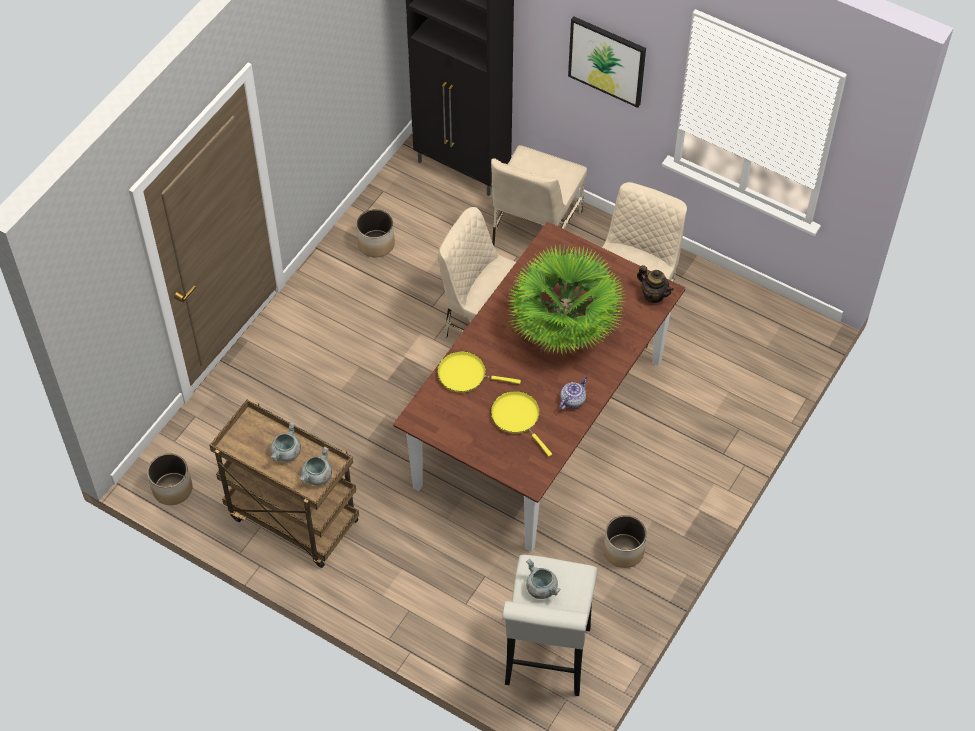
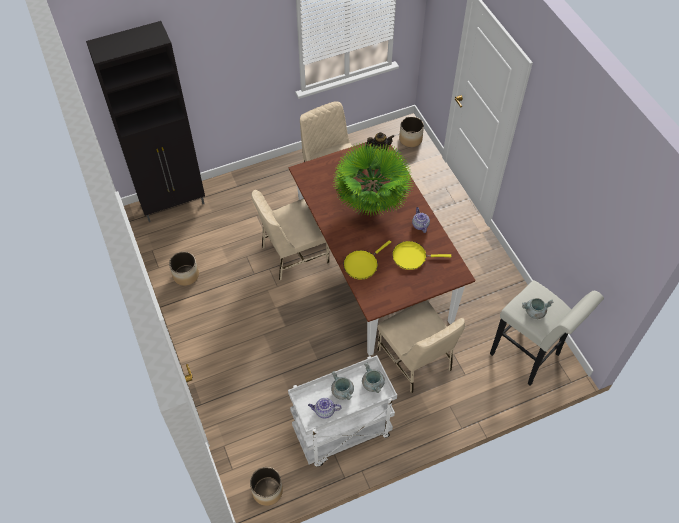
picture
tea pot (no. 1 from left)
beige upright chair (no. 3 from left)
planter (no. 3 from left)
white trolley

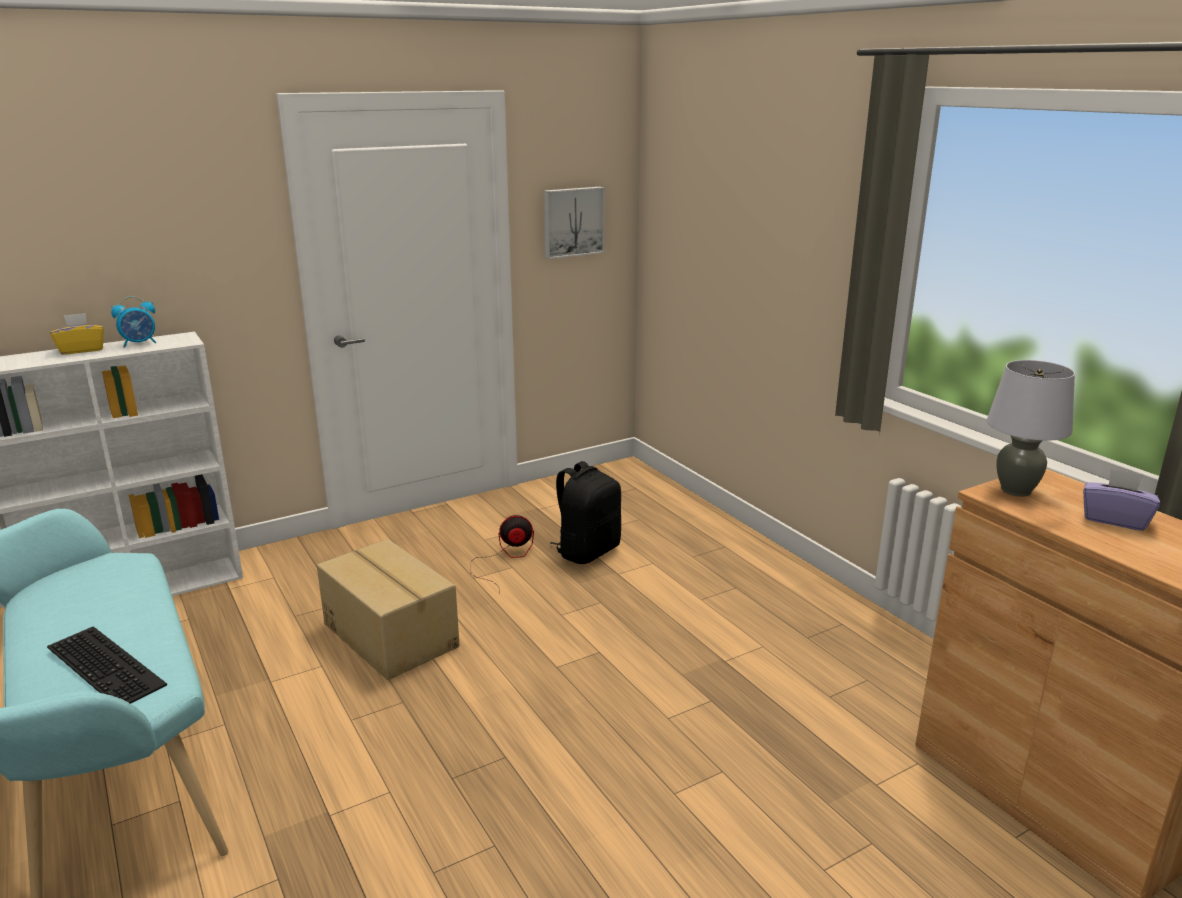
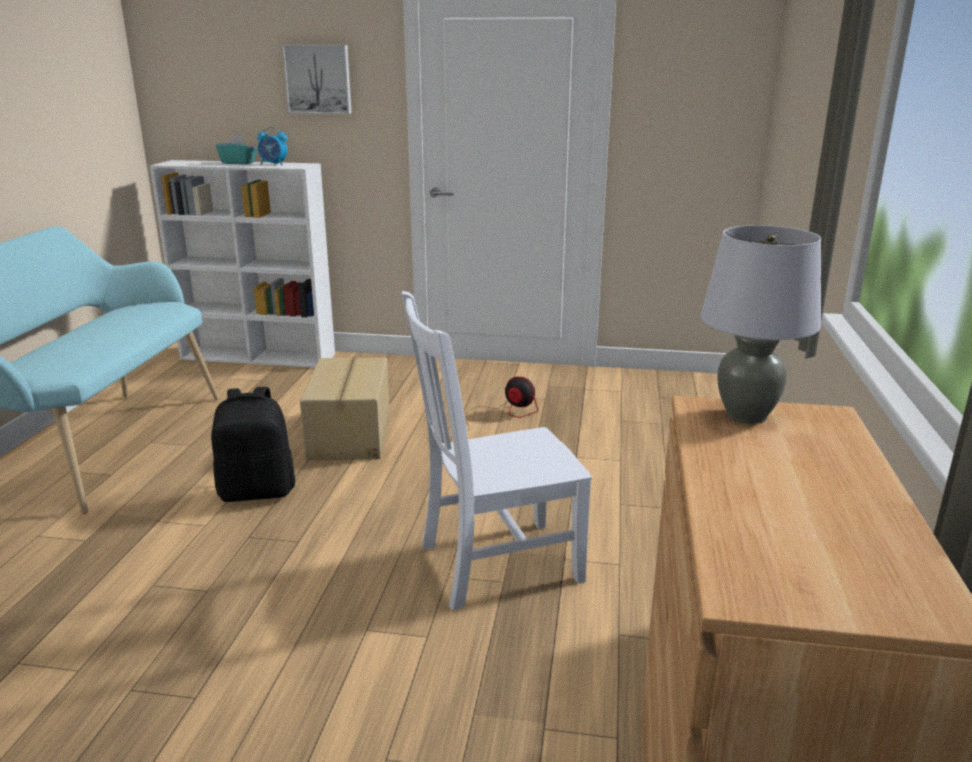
PC keyboard
purple-coloured tissue holder
white upright chair
picture
blackish knapsack
blue-green tissue holder

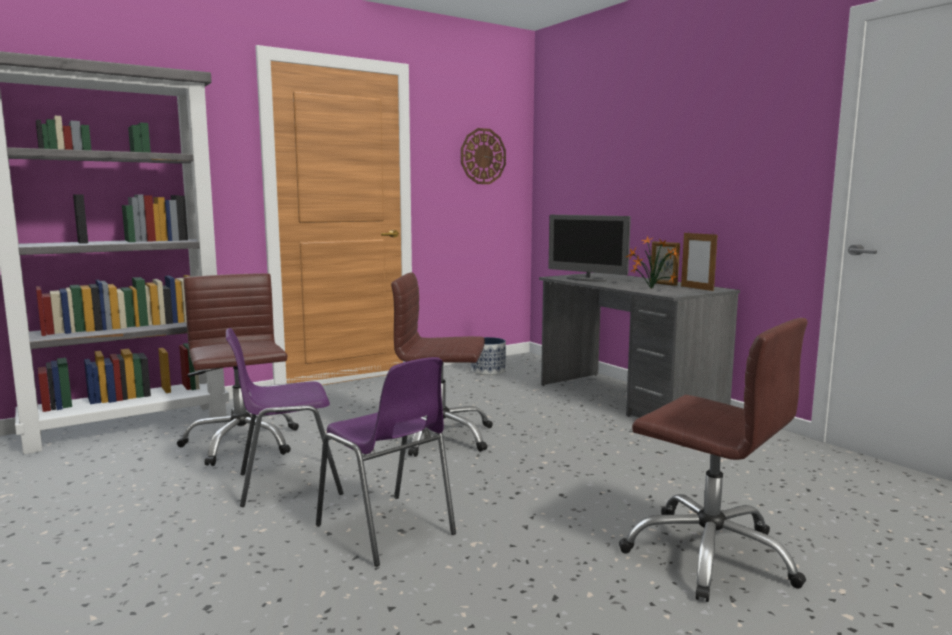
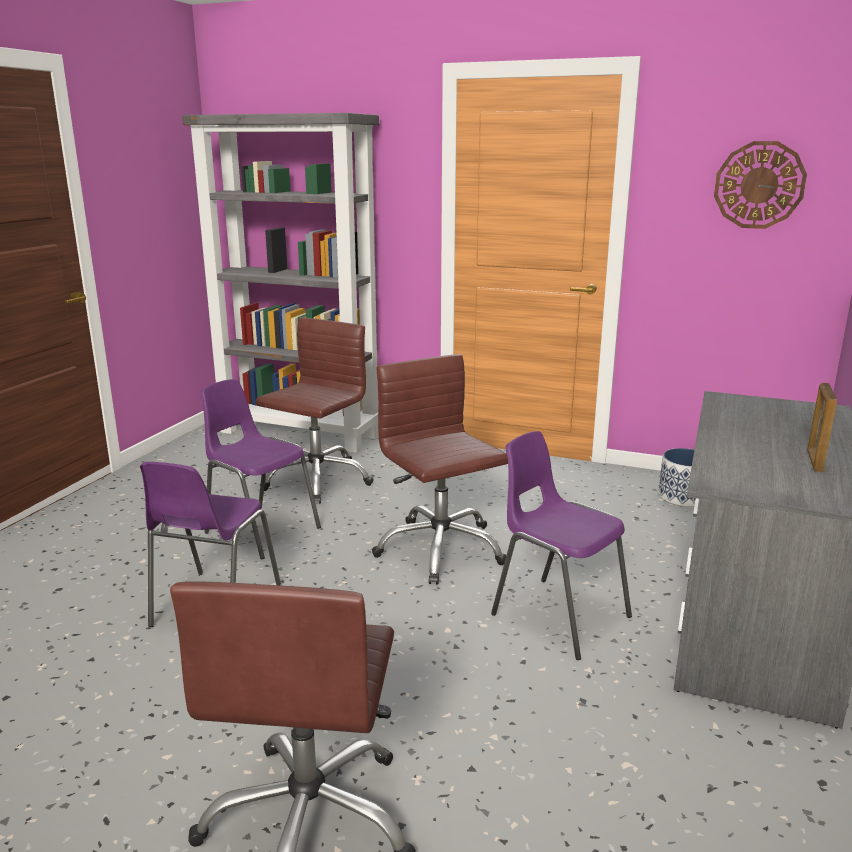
computer display
plant in a pot
picture frame (no. 2 from left in the first image)
purple-coloured upright chair (no. 3 from left)

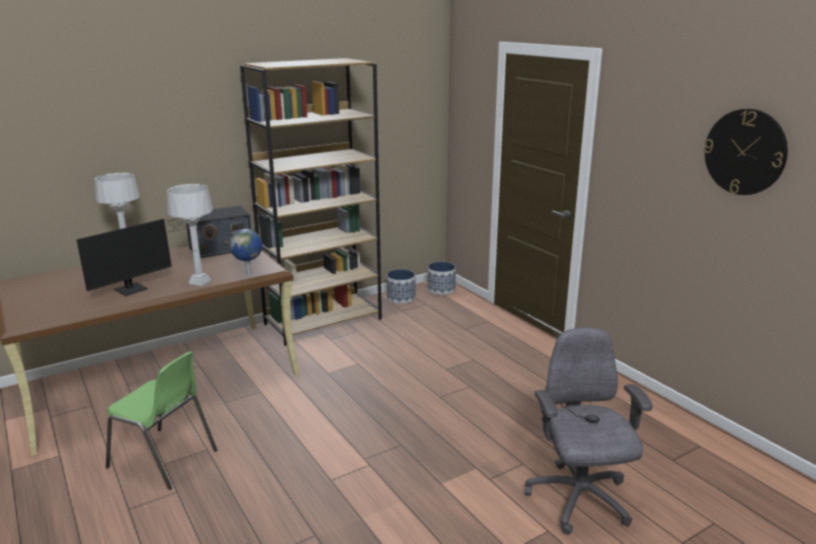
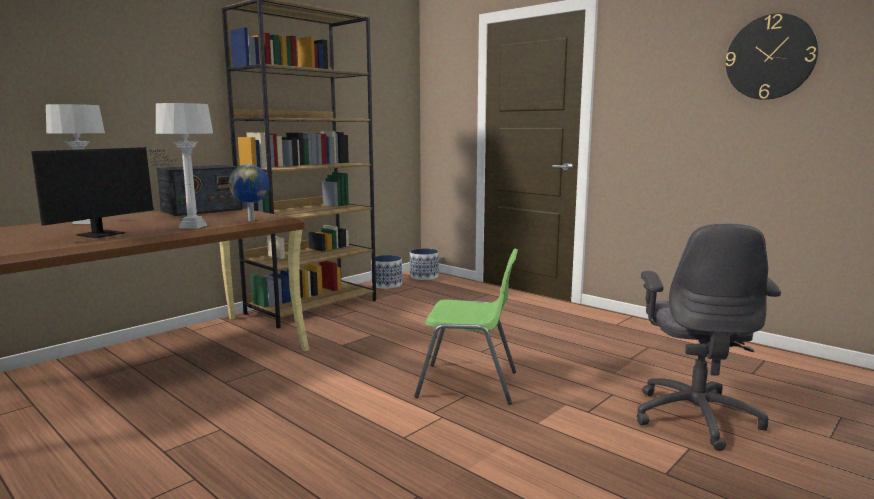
green-coloured upright chair
greyish desk chair

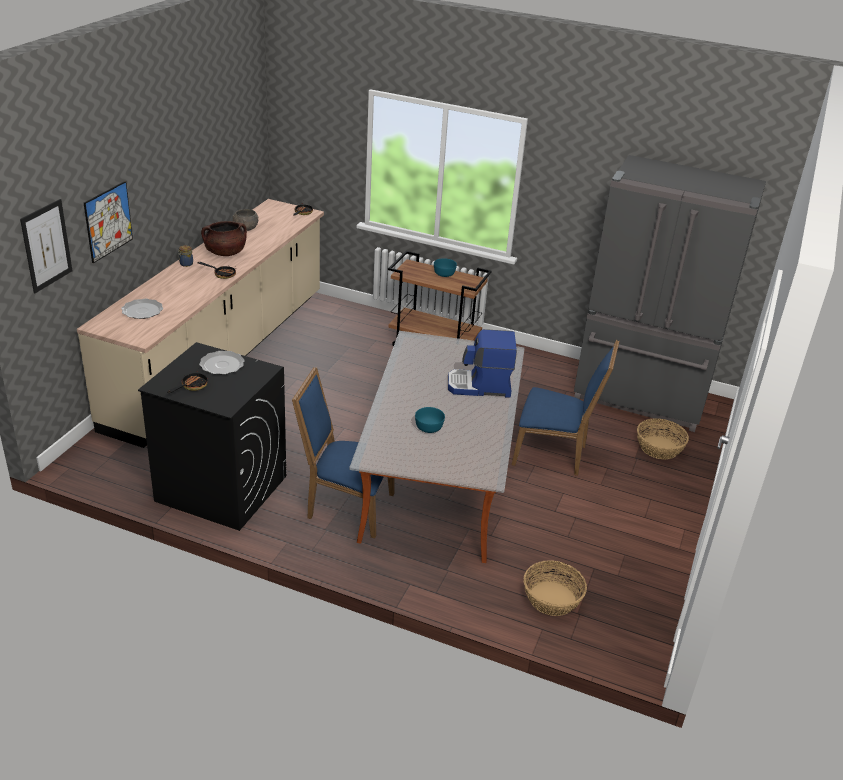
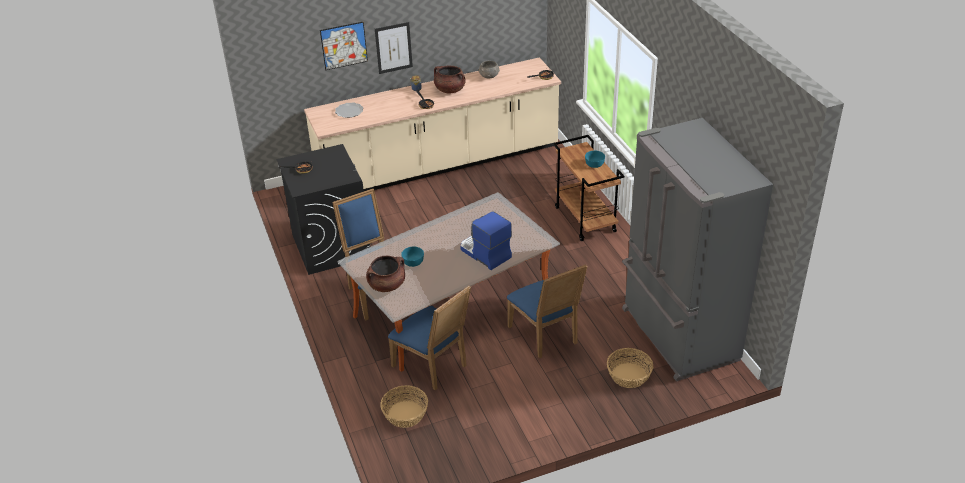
plate (no. 2 from left in the first image)
brown stockpot (no. 1 from left)
blue upright chair (no. 2 from left)
picture (no. 2 from left)

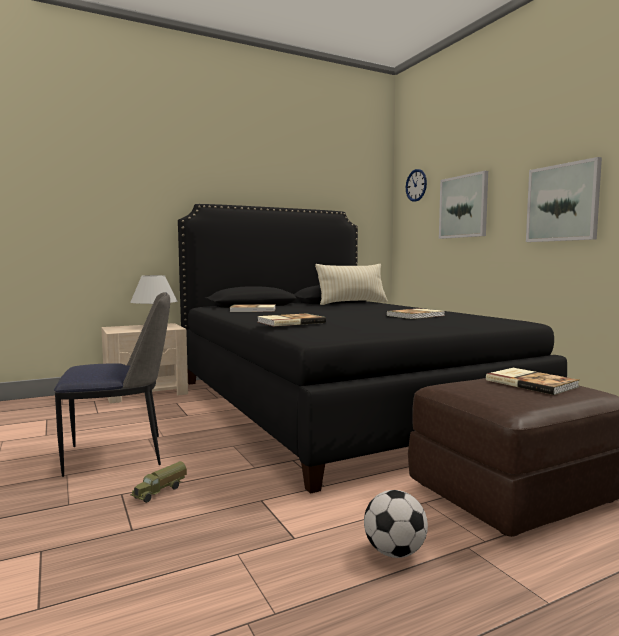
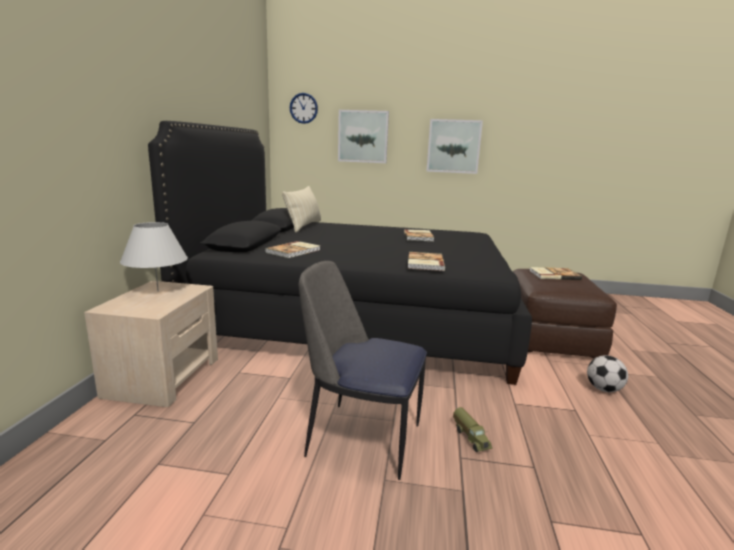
upright chair

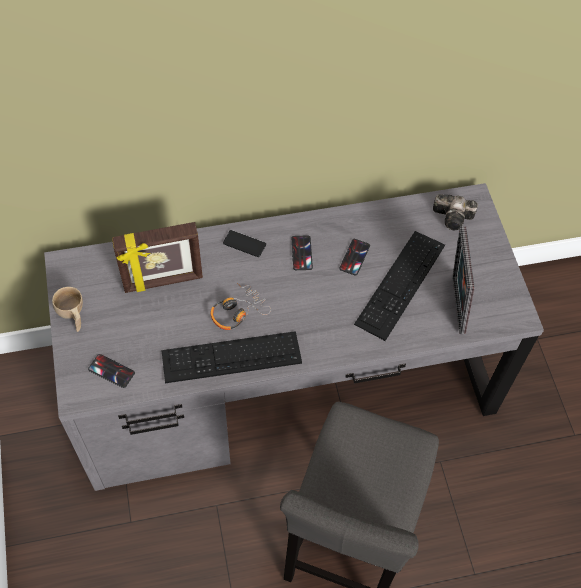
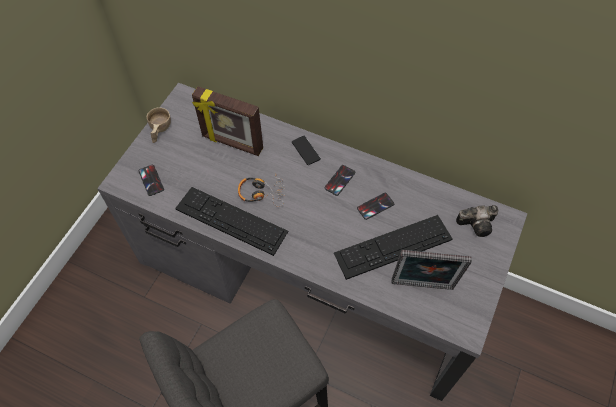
still camera
picture frame (no. 2 from left)

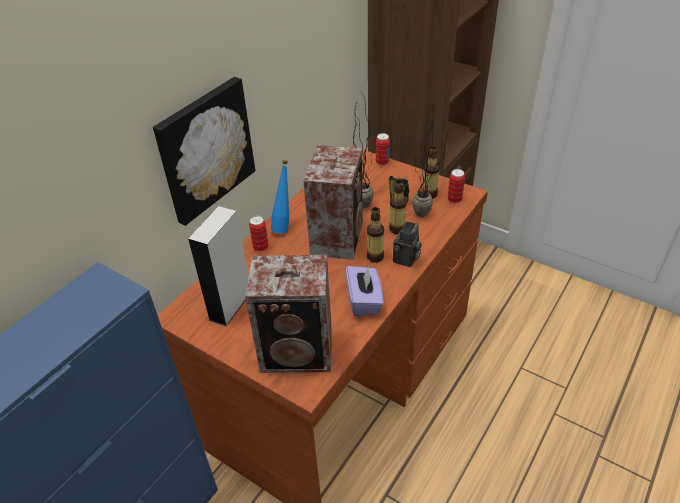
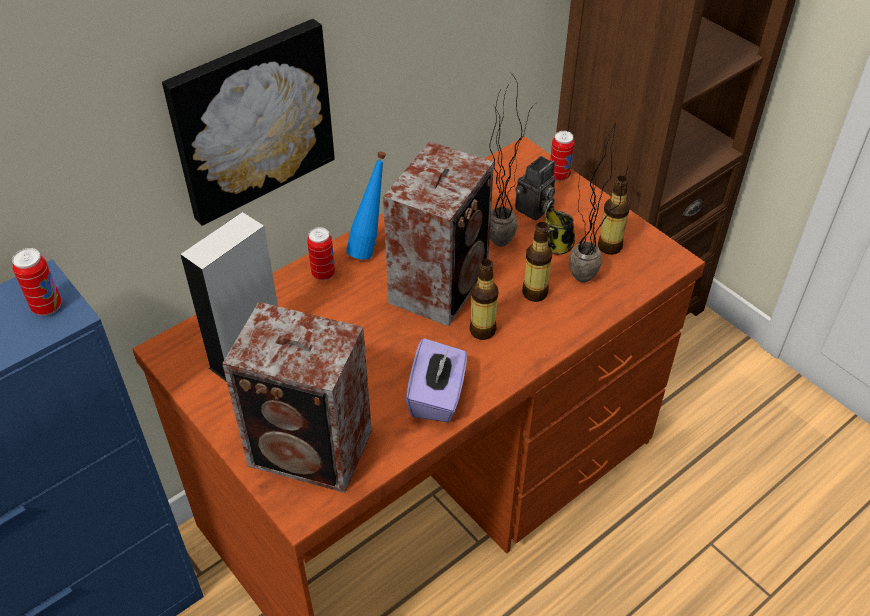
still camera
can (no. 1 from left)

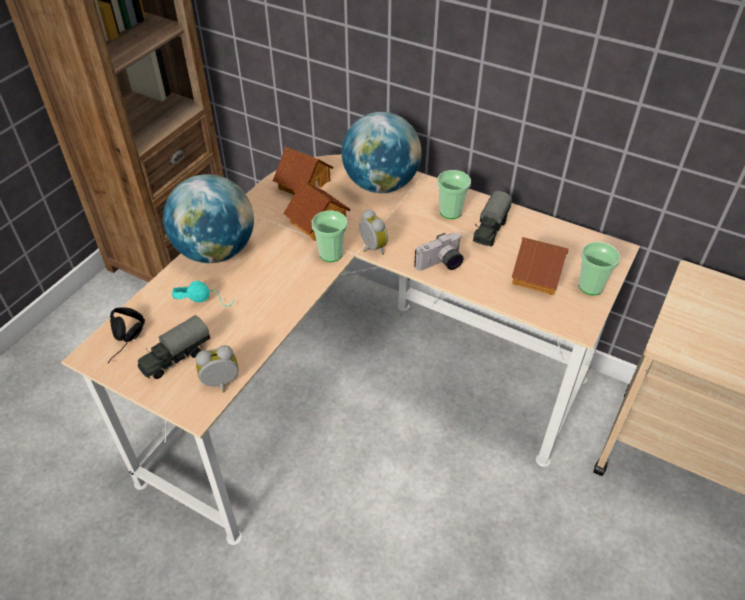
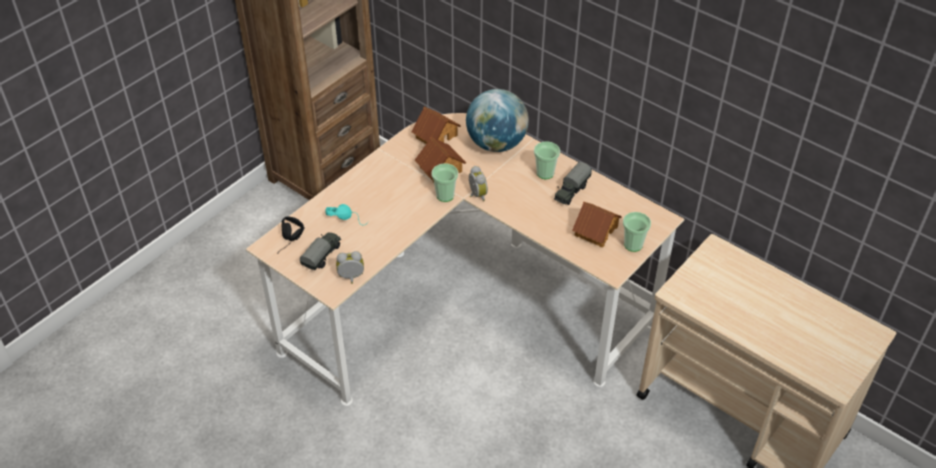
globe (no. 1 from left in the first image)
still camera
model truck (no. 1 from left)

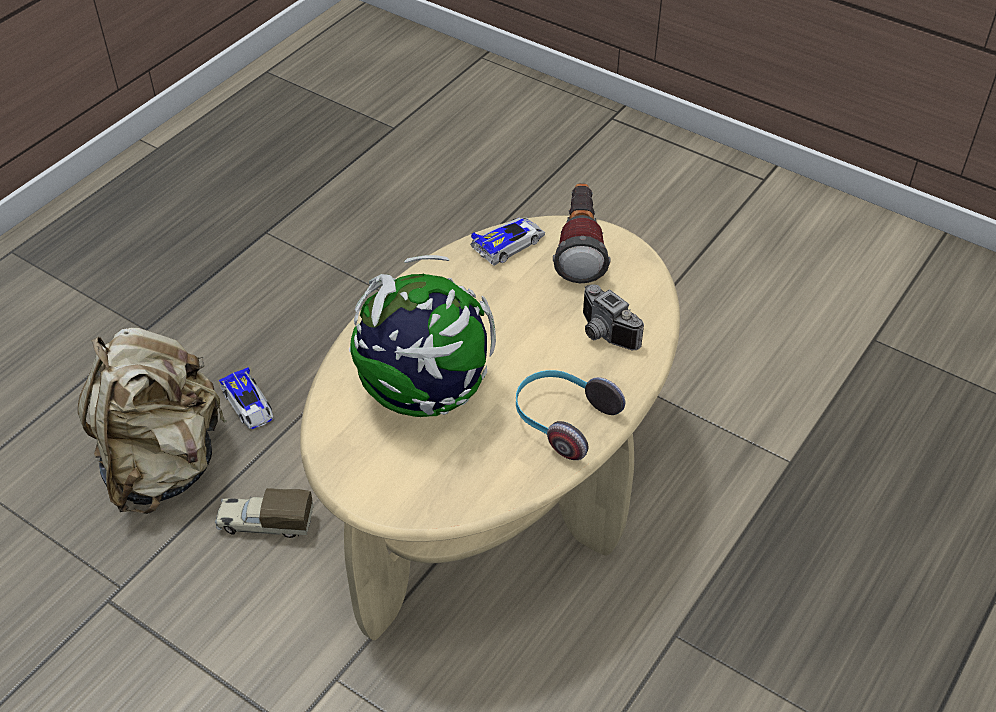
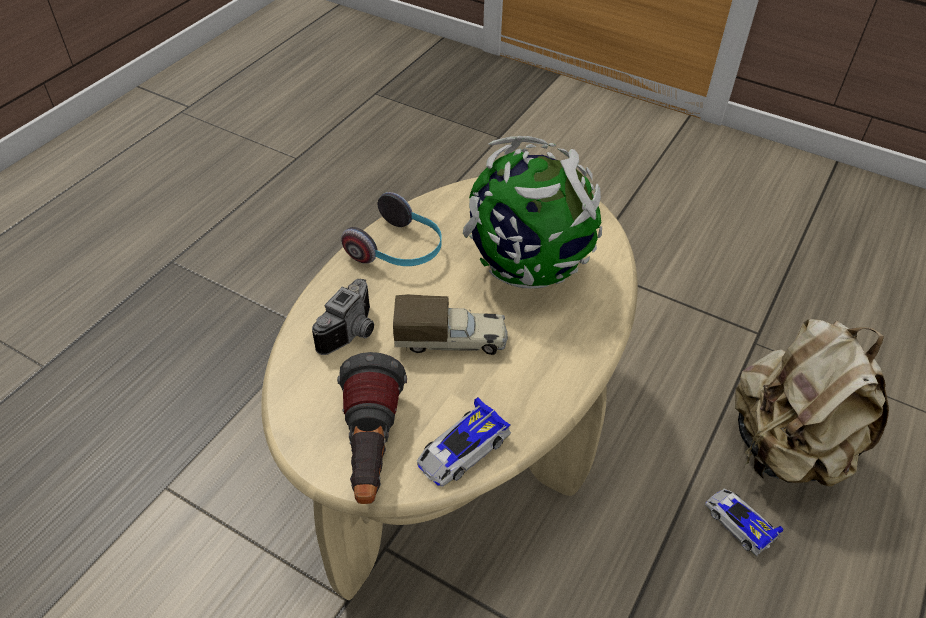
model truck
still camera

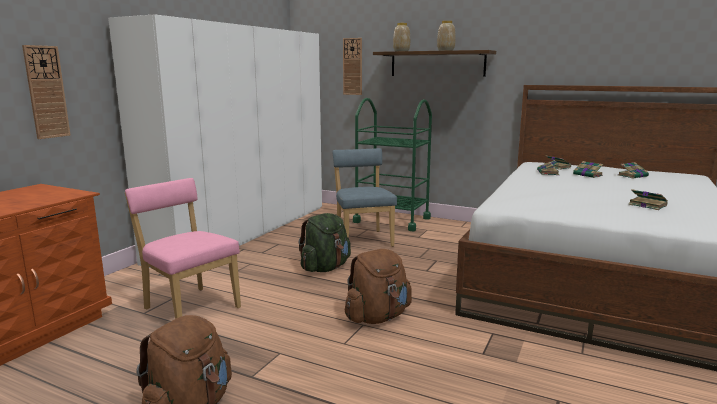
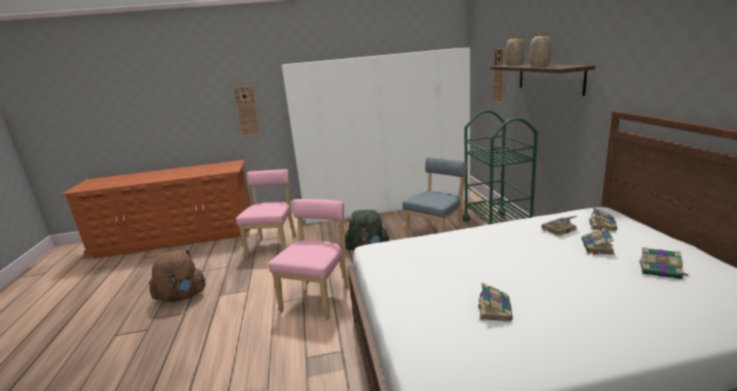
pink upright chair (no. 2 from left)

